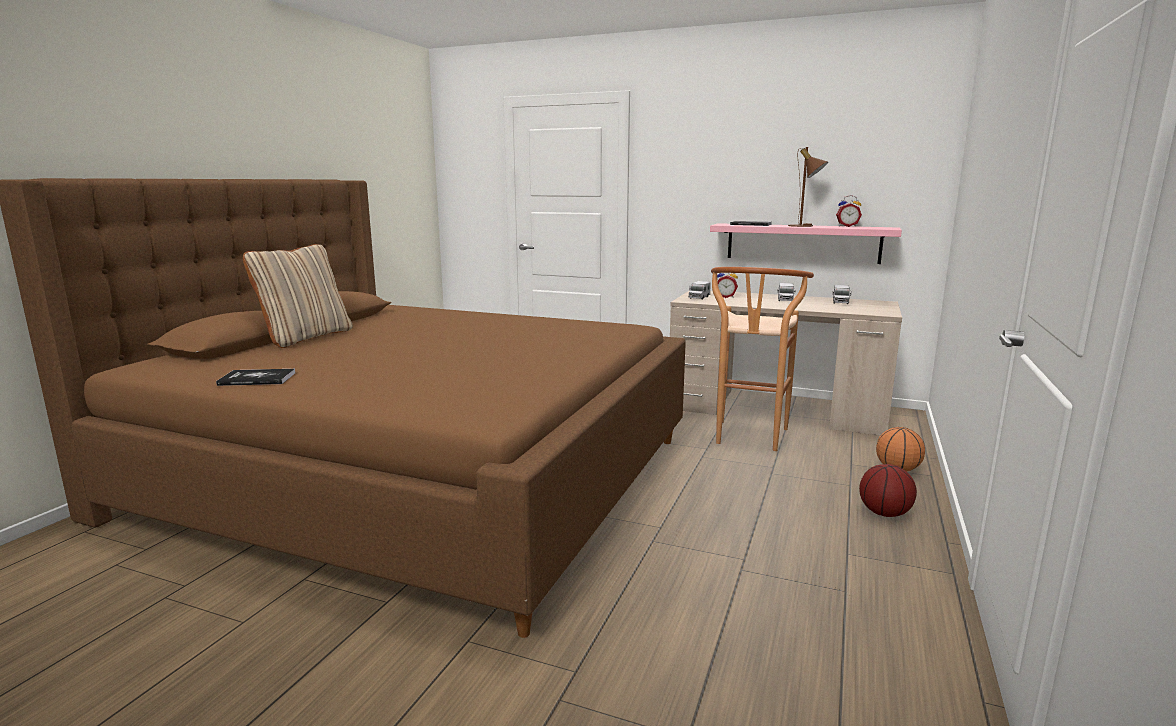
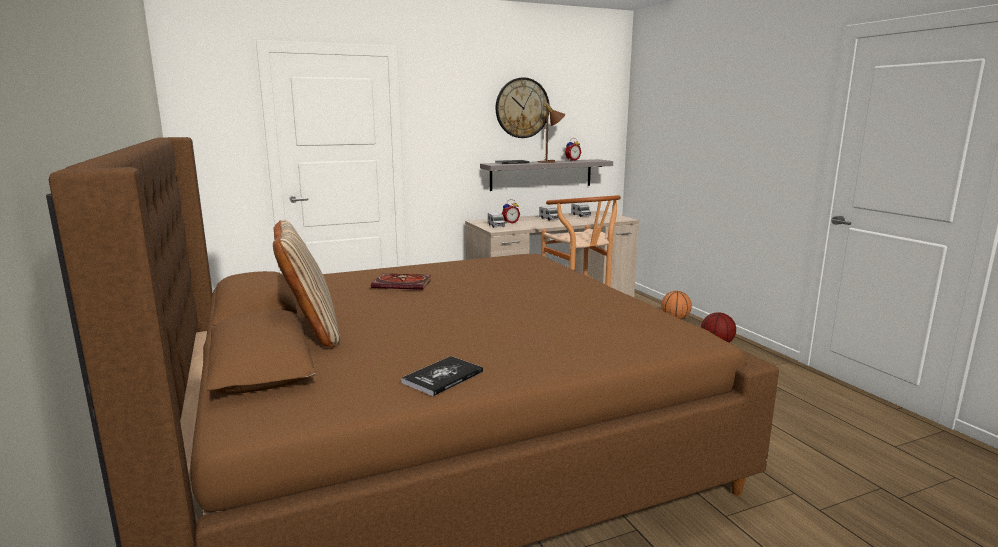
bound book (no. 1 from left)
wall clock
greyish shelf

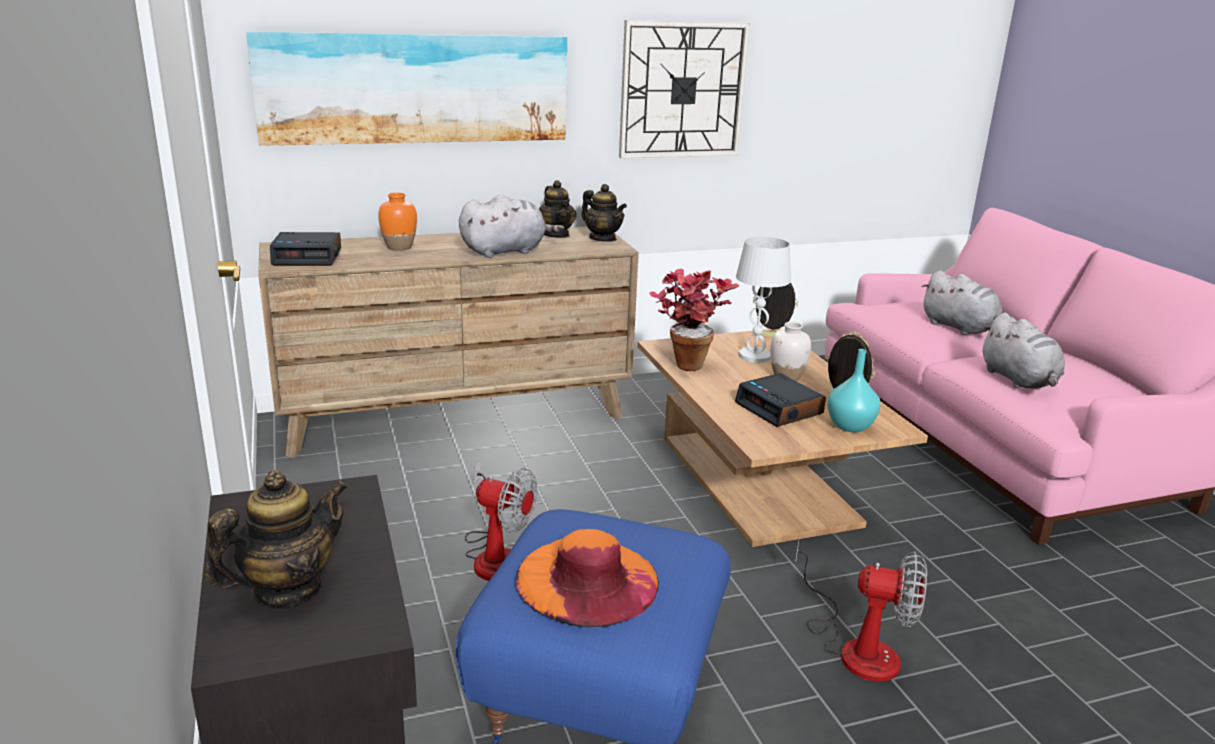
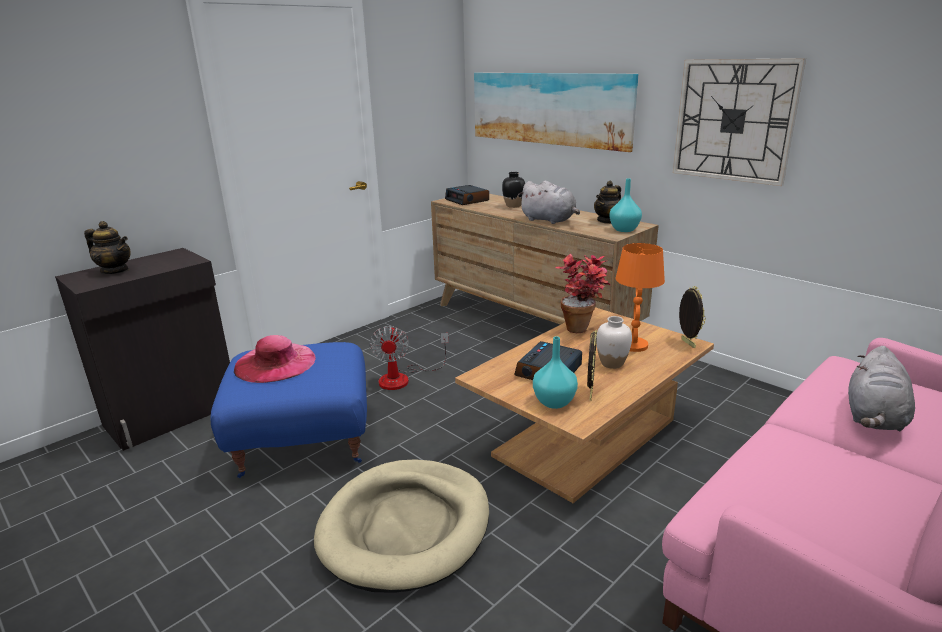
greyish cuddly toy (no. 3 from left in the first image)
blue-green vase (no. 2 from left)
beige pet bed
blackish vase
pink wearable hat
orange-coloured tabletop lamp

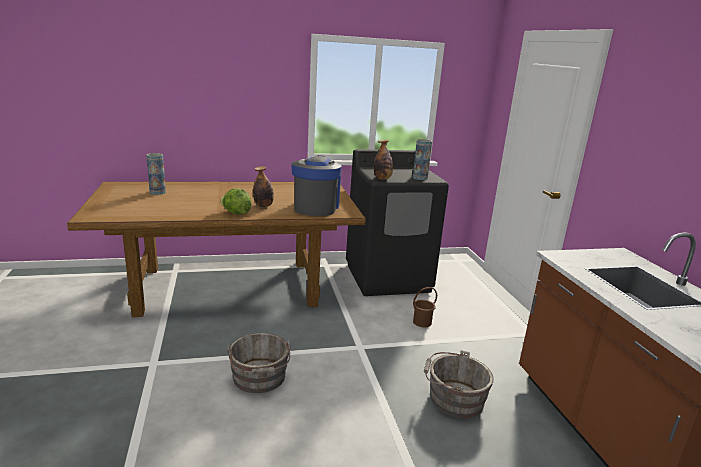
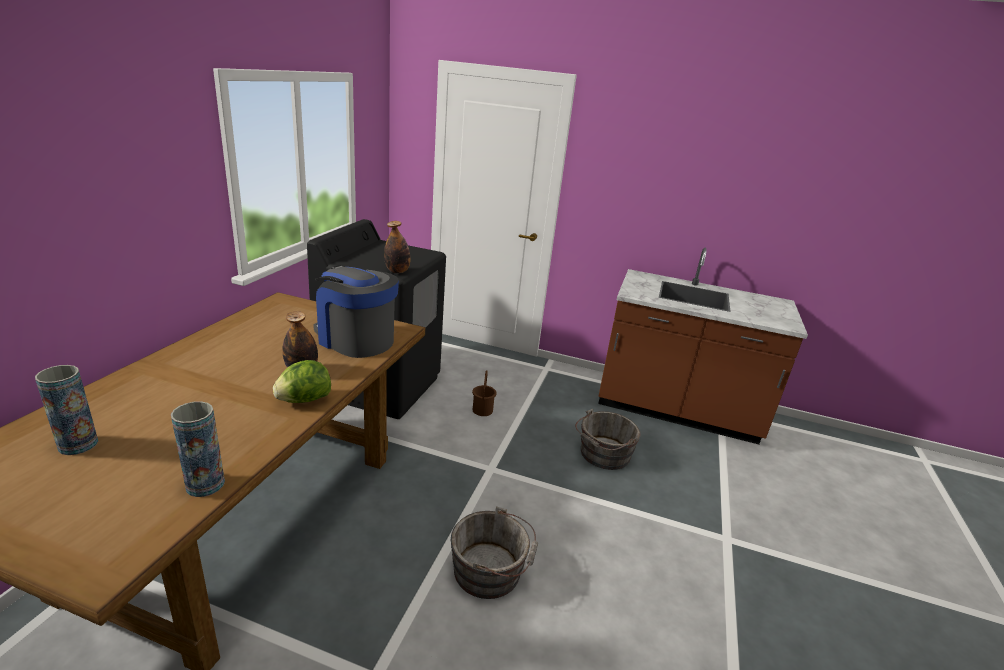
vase (no. 2 from left)

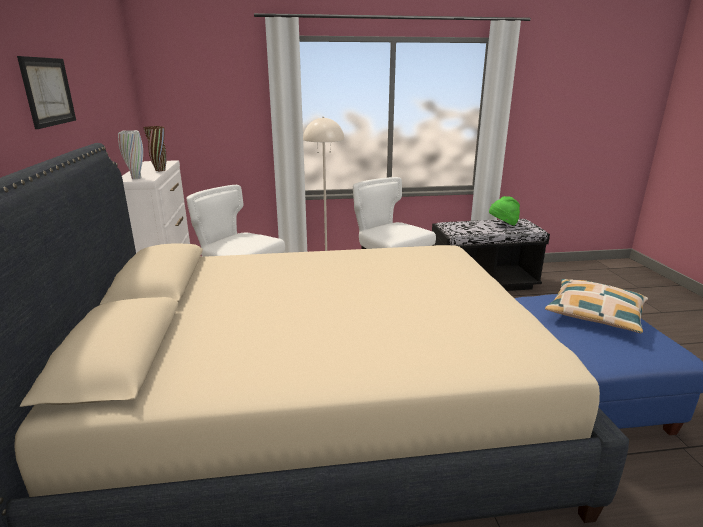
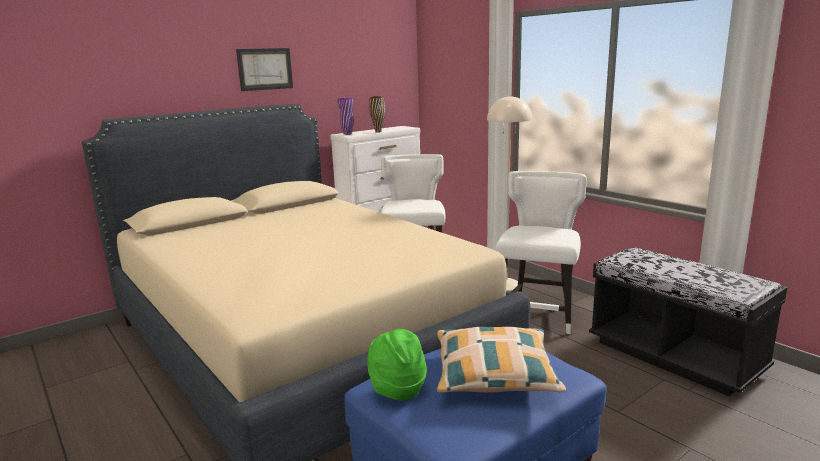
green-coloured wearable hat
purple-coloured vase

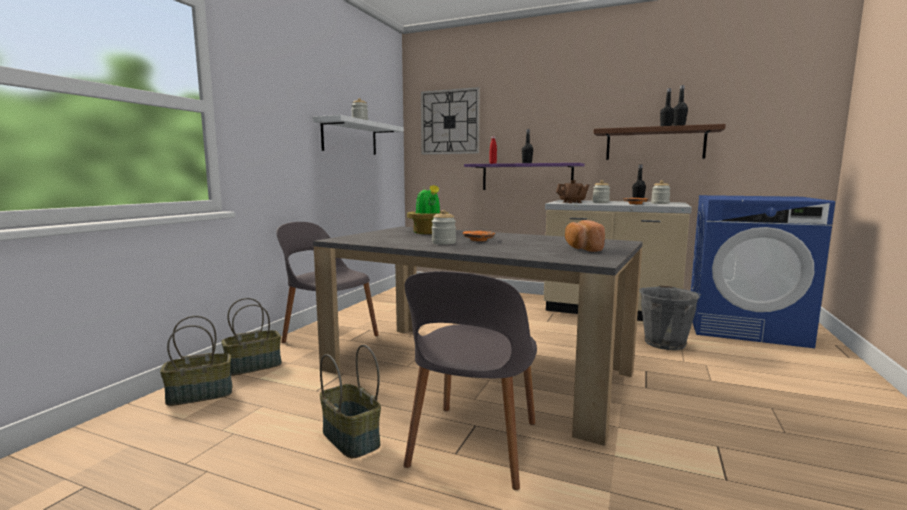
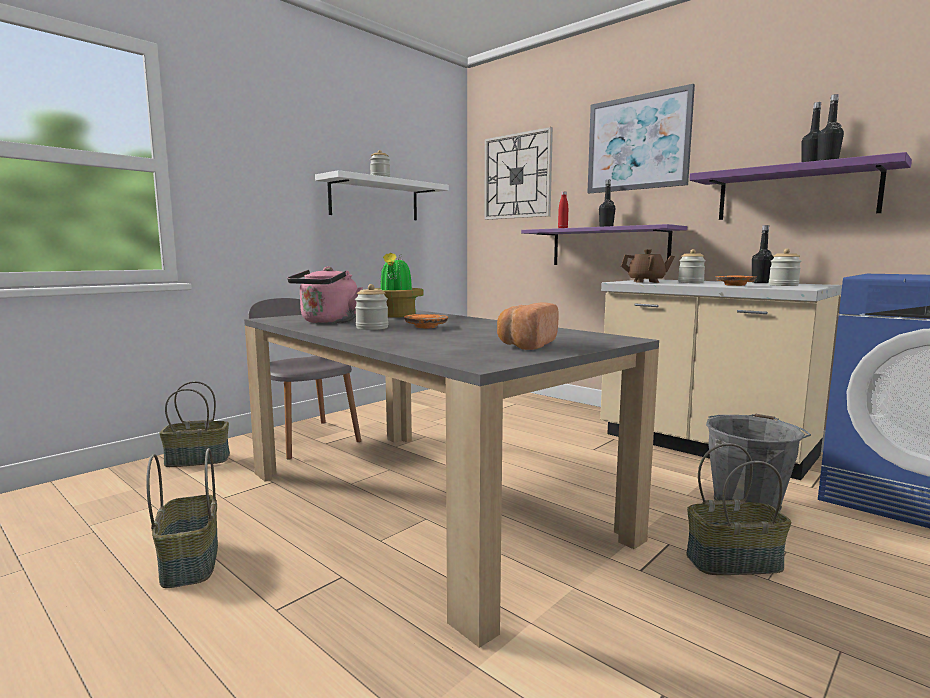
greyish upright chair (no. 2 from left in the first image)
pink water kettle
picture
basket (no. 3 from left)
purple-coloured shelf (no. 2 from left)

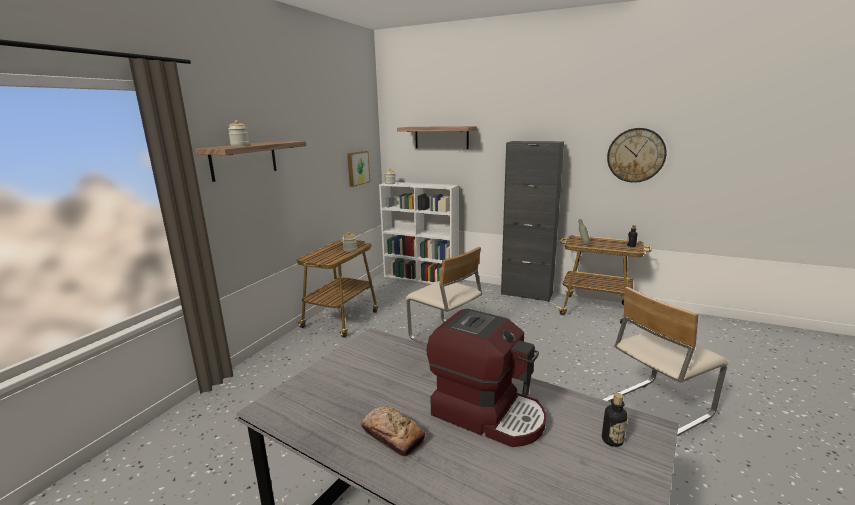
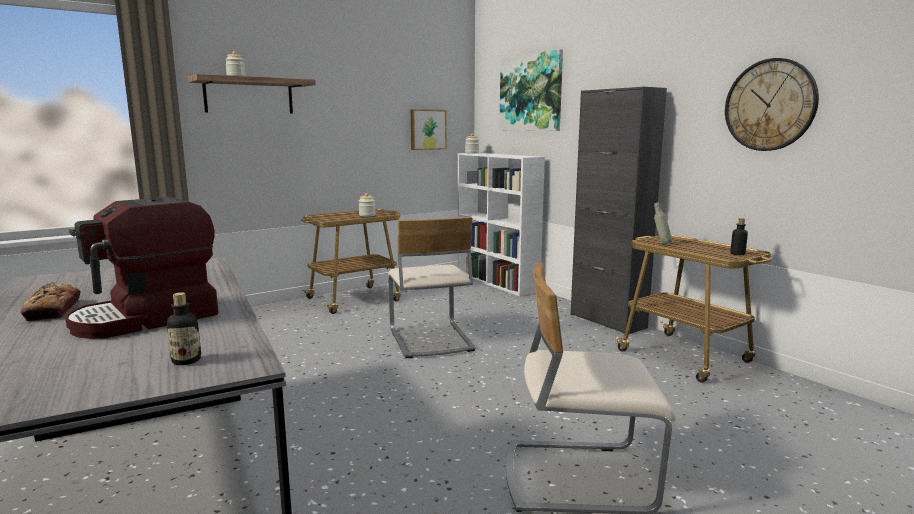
picture (no. 2 from left)
coffee machine

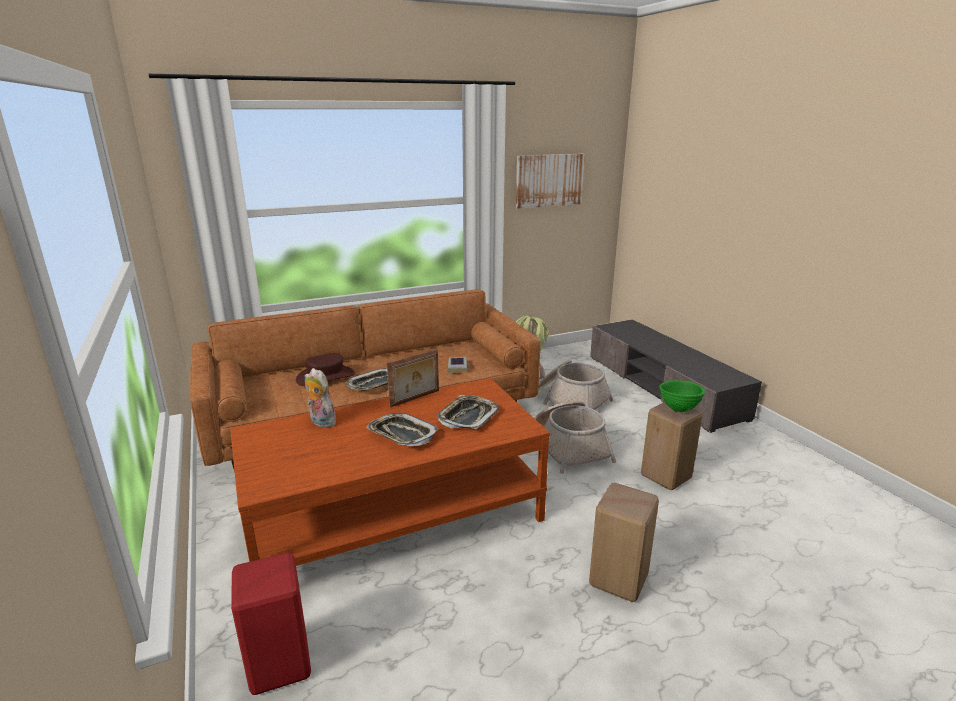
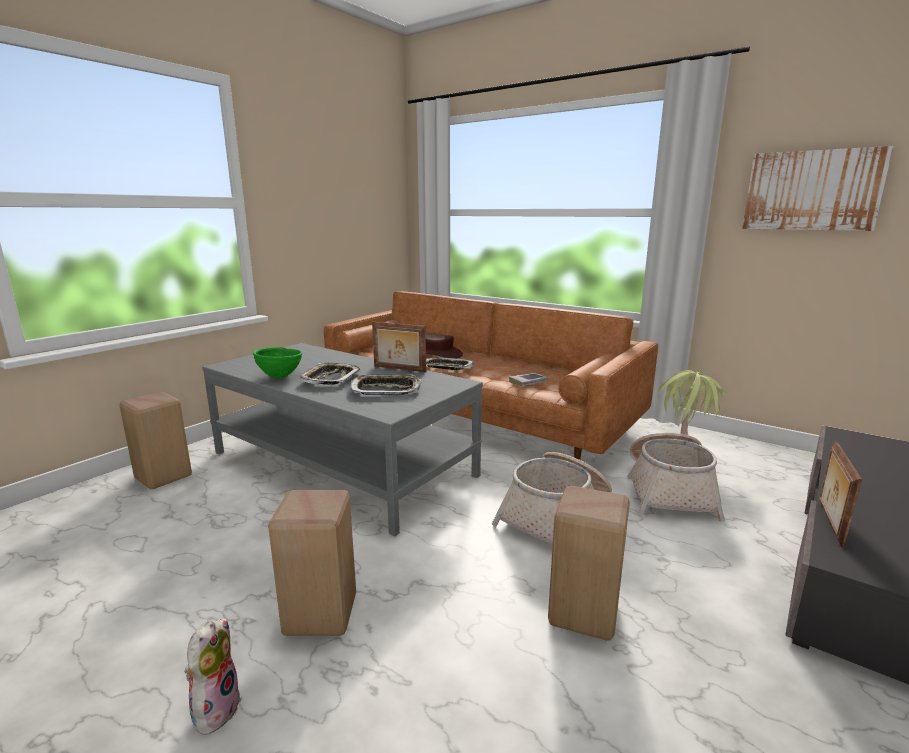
picture frame (no. 2 from left)
cuddly toy
green-coloured serving bowl
greyish coffee table
beige stool seat (no. 1 from left)

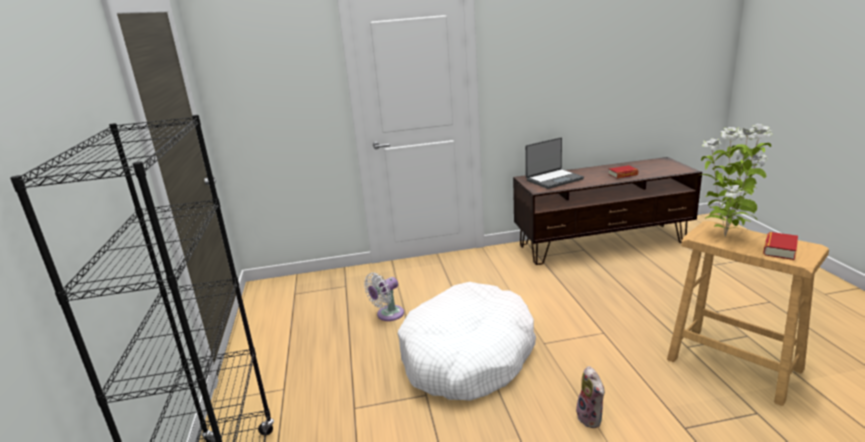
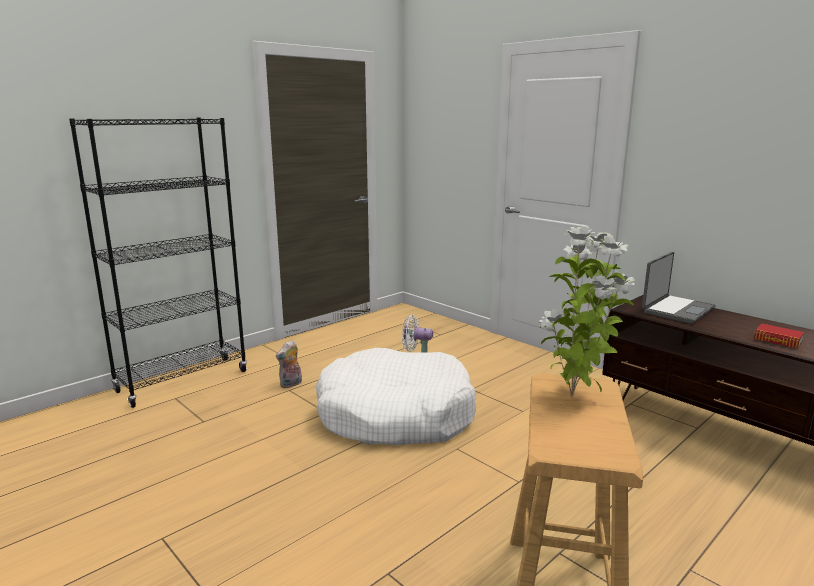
bound book (no. 2 from left in the first image)
cuddly toy
laptop

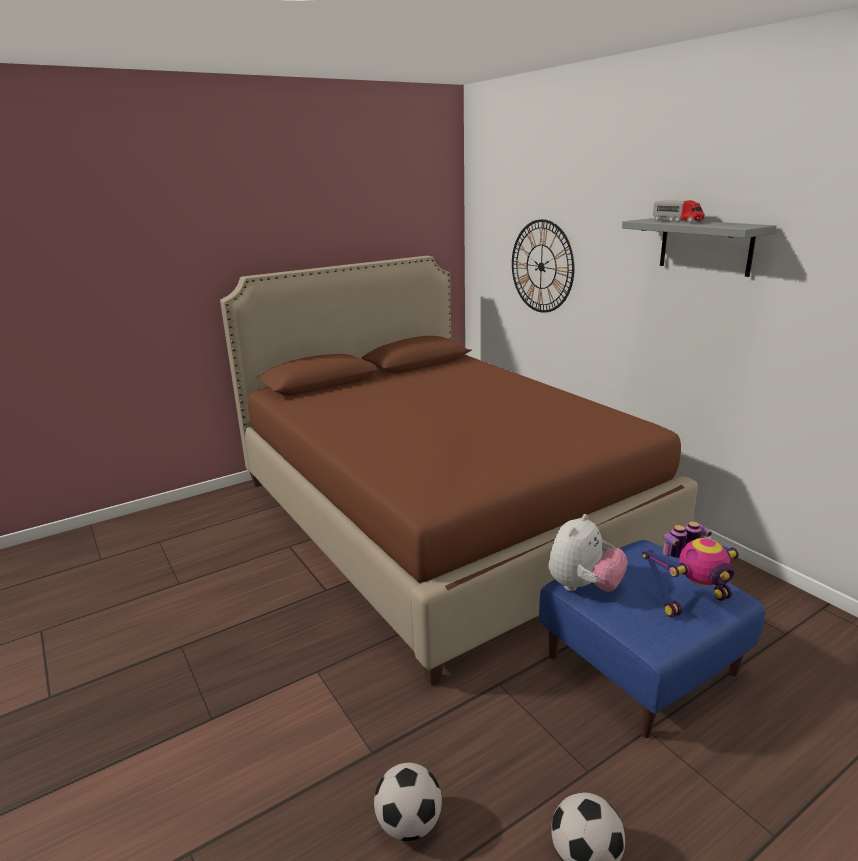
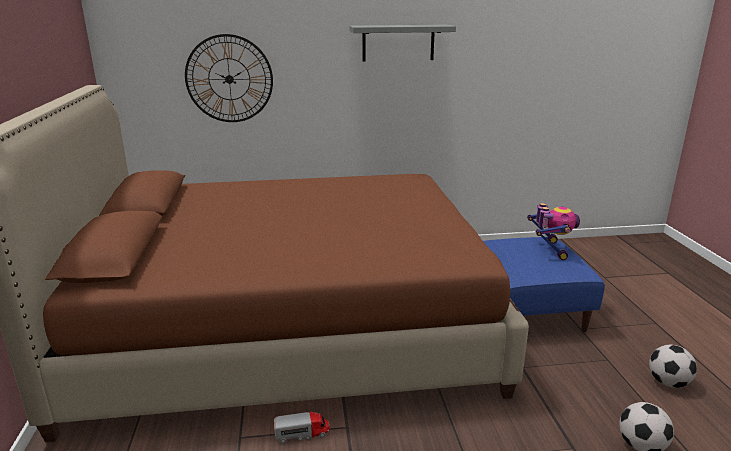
cuddly toy
model truck

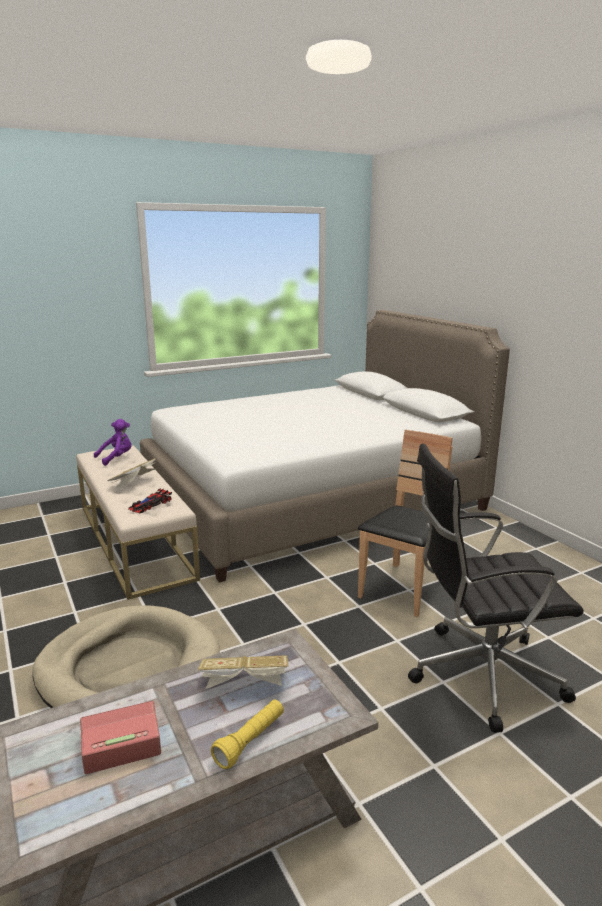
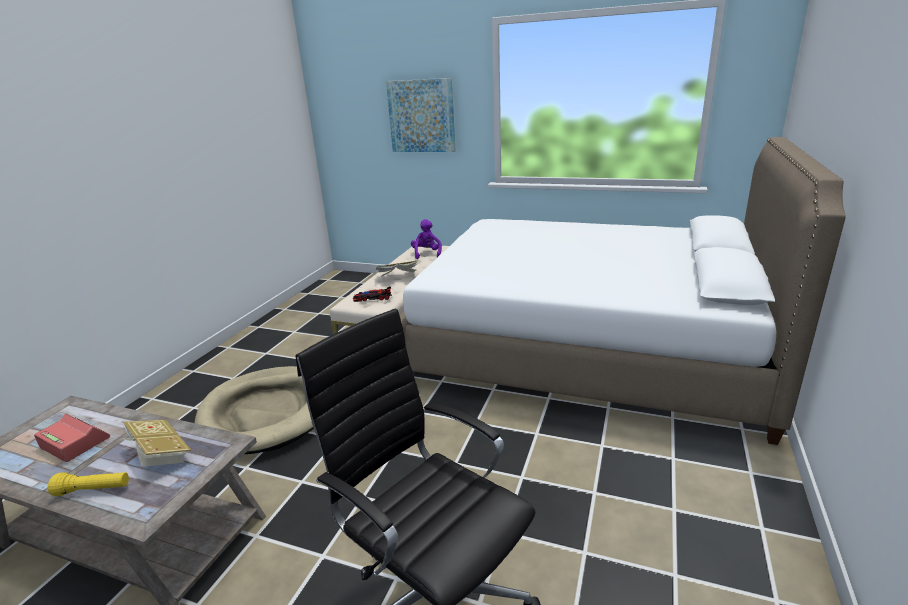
brown upright chair
picture
purple-coloured cuddly toy

